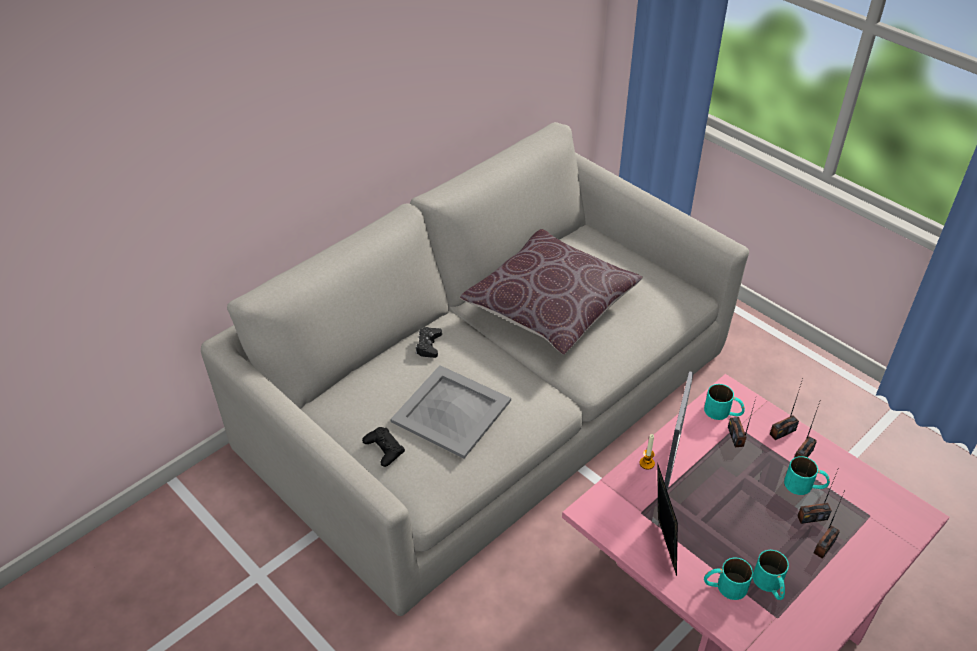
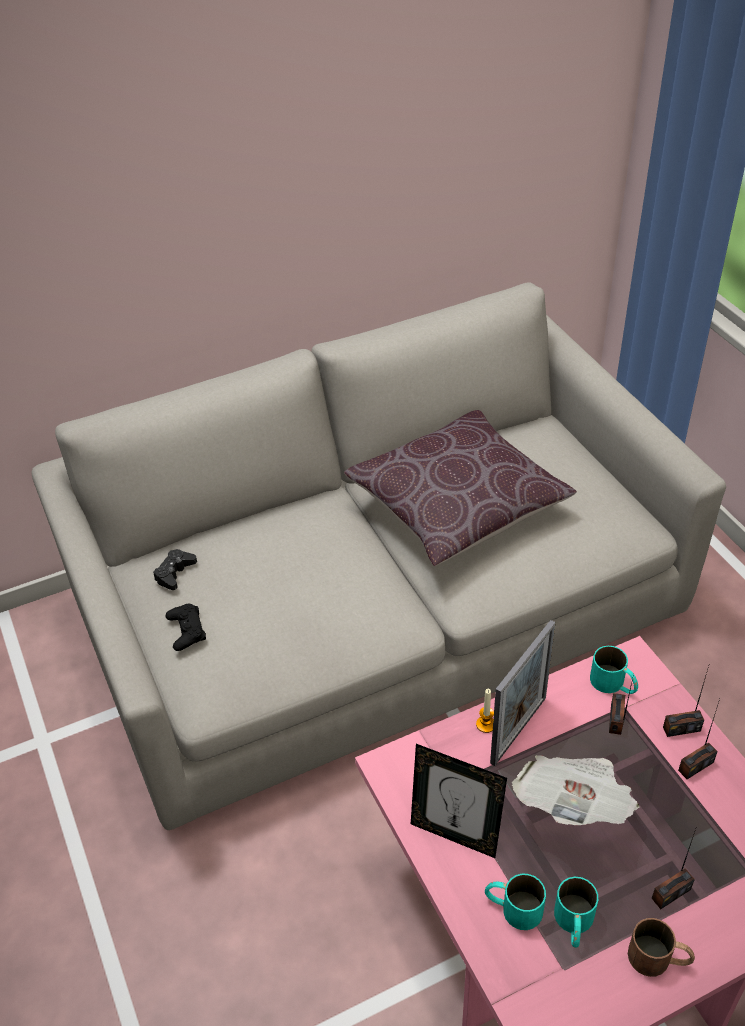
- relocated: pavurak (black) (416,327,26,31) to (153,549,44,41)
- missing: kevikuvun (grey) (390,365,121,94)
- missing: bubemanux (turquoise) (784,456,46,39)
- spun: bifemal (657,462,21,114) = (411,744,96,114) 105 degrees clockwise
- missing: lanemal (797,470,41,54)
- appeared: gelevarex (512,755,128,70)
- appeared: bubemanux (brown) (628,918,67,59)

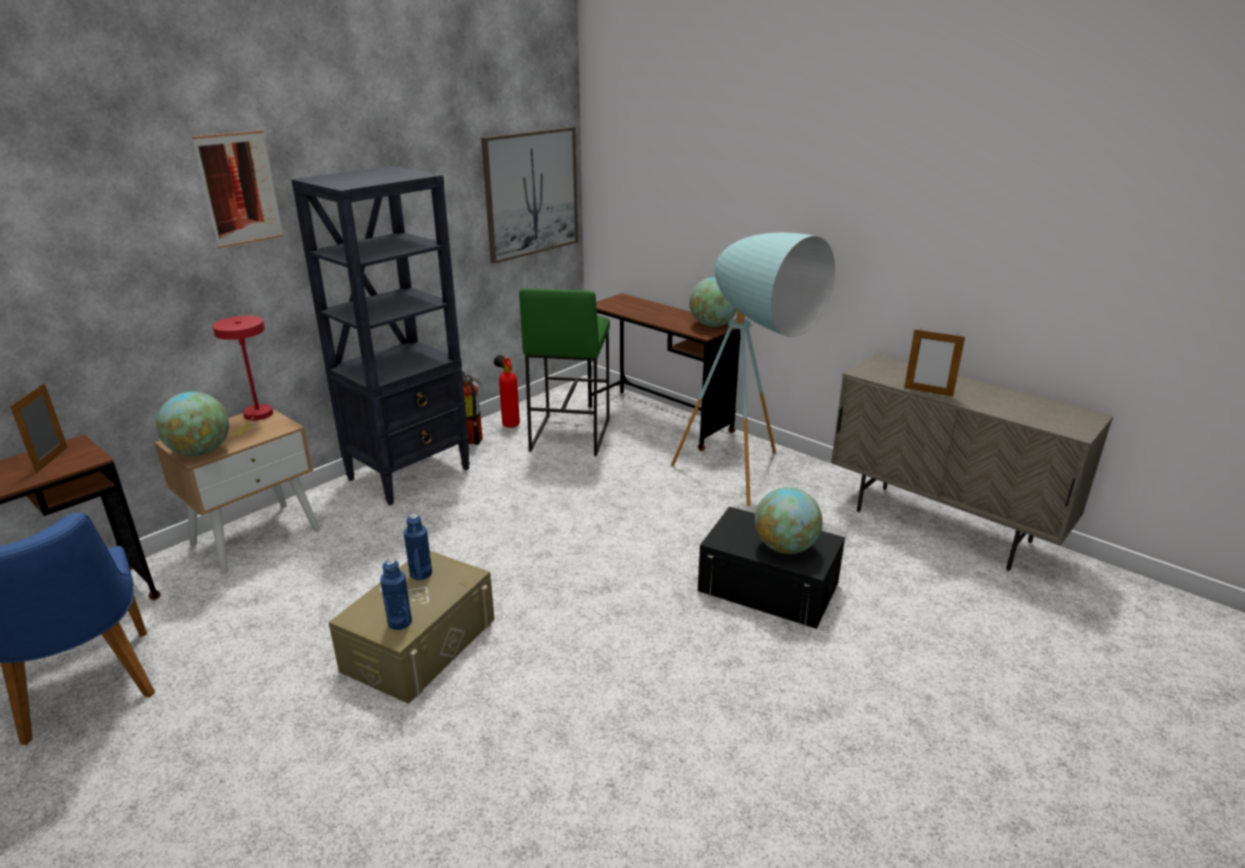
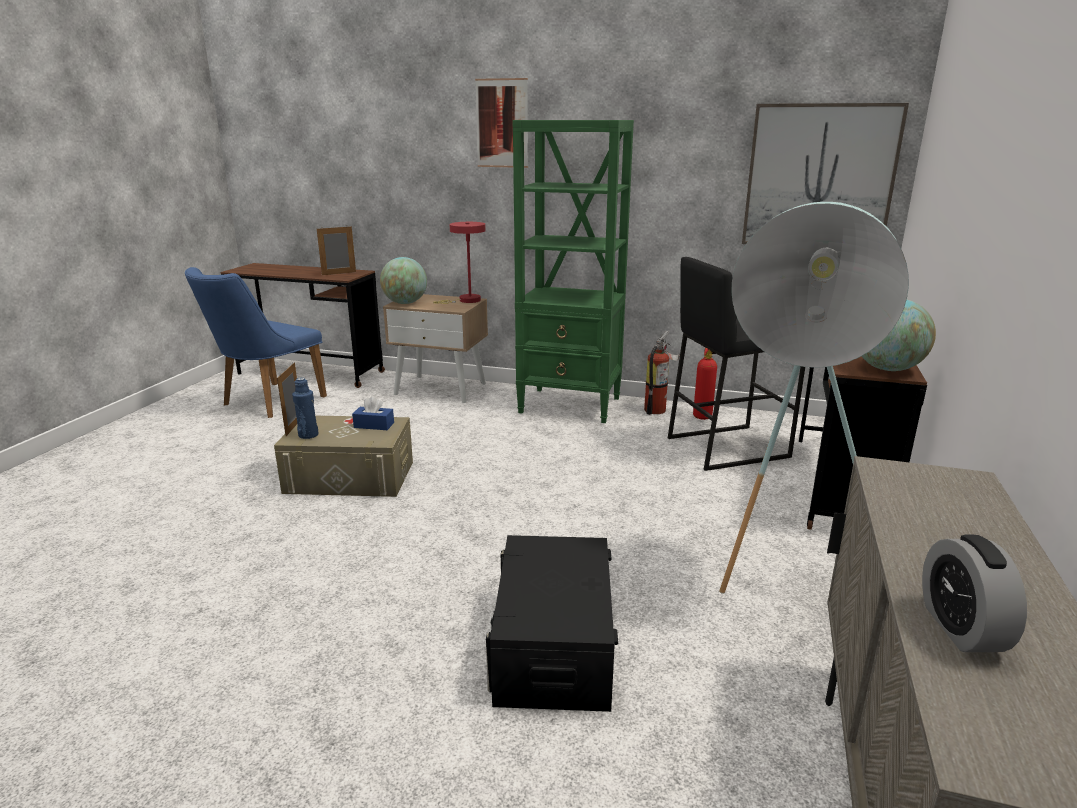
- colour: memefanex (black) (291,166,179,339) to memefanex (green) (512,120,122,303)
- colour: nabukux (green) (519,288,91,168) to nabukux (black) (668,257,137,214)
- relocated: bifemal (904,328,61,69) to (277,363,20,73)
- missing: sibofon (755,487,68,67)
- exchanged: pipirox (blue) (404,514,28,66) to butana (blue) (352,397,42,33)
- appeared: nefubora (922,535,105,117)

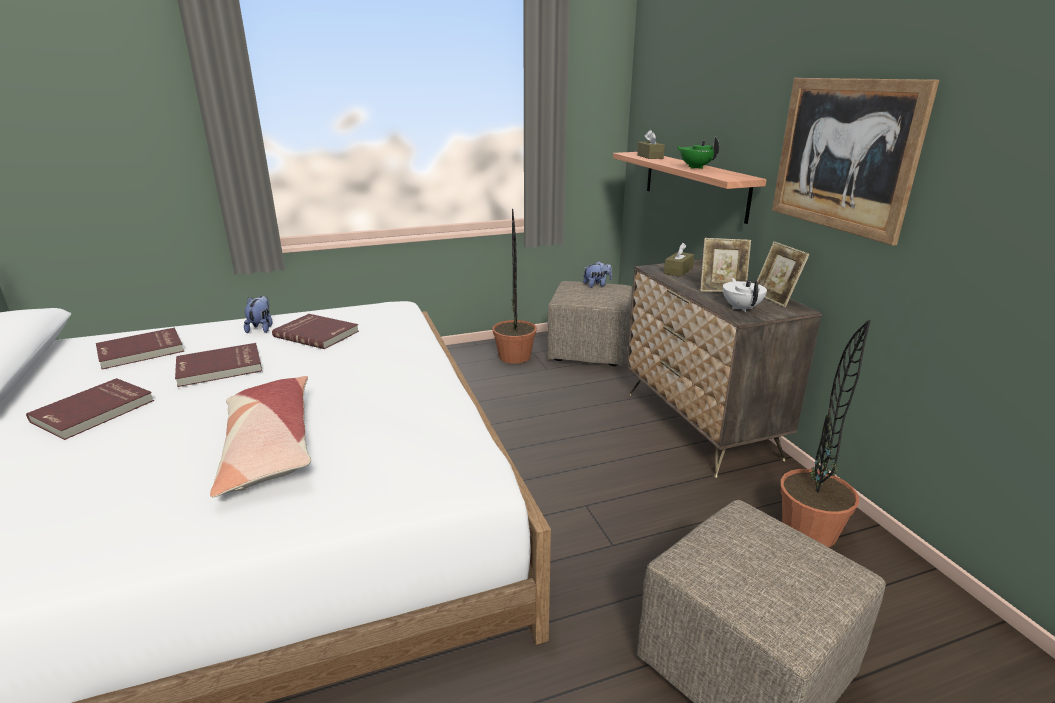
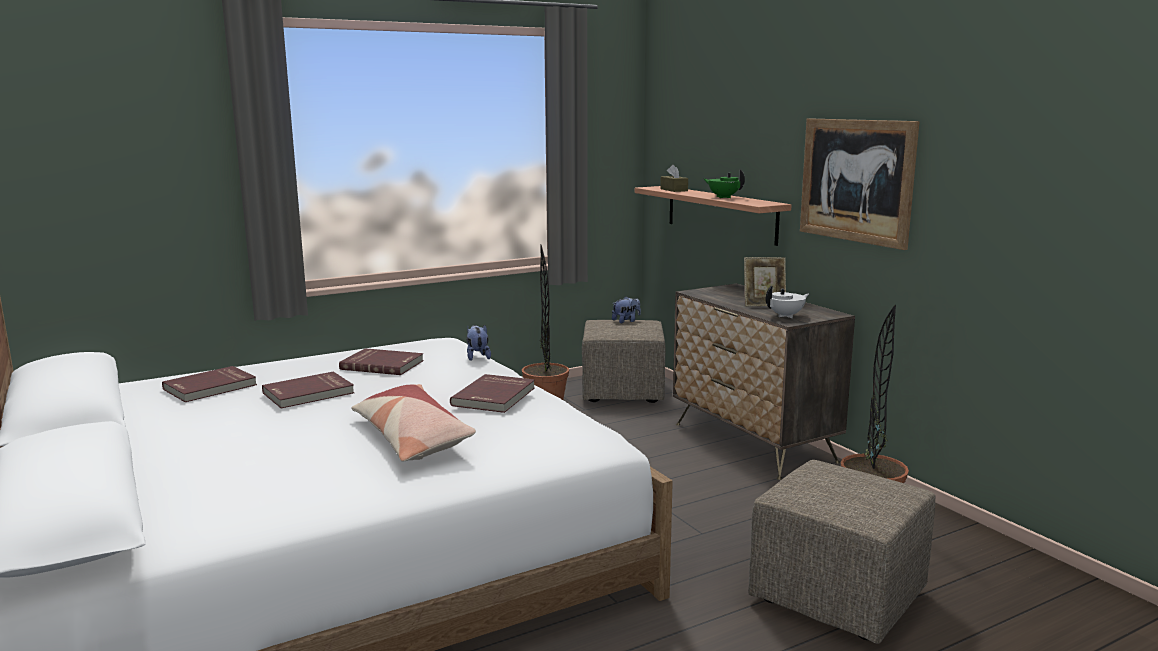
- missing: bifemal (757,241,53,66)
- missing: butana (brown) (664,243,30,34)
- spun: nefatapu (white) (723,278,44,34) = (766,286,43,32) 75 degrees clockwise
- relocated: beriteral (244,296,29,37) to (466,325,25,36)
- relocated: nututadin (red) (26,378,128,62) to (450,374,85,39)

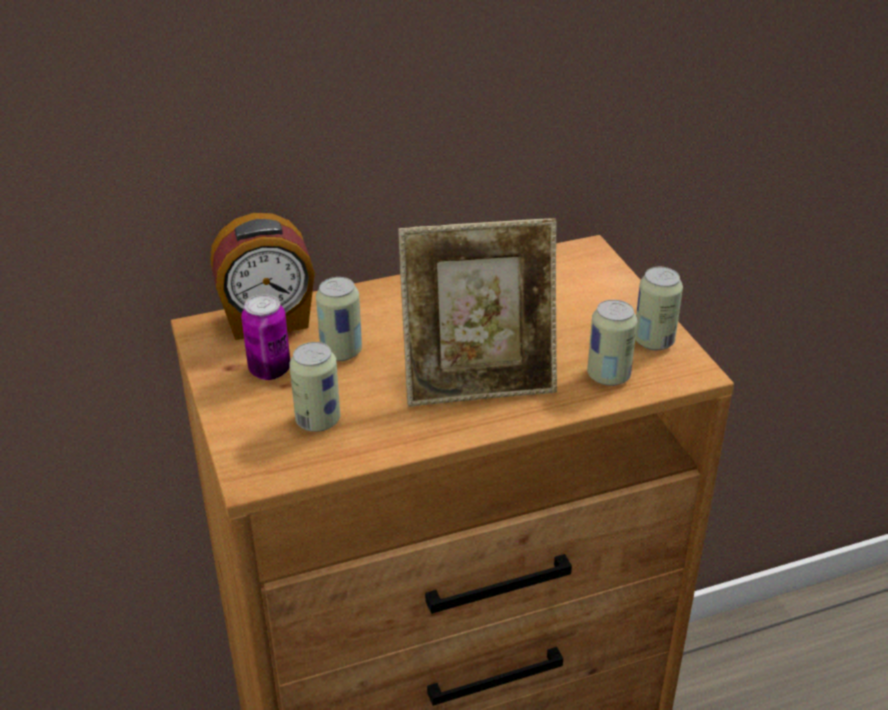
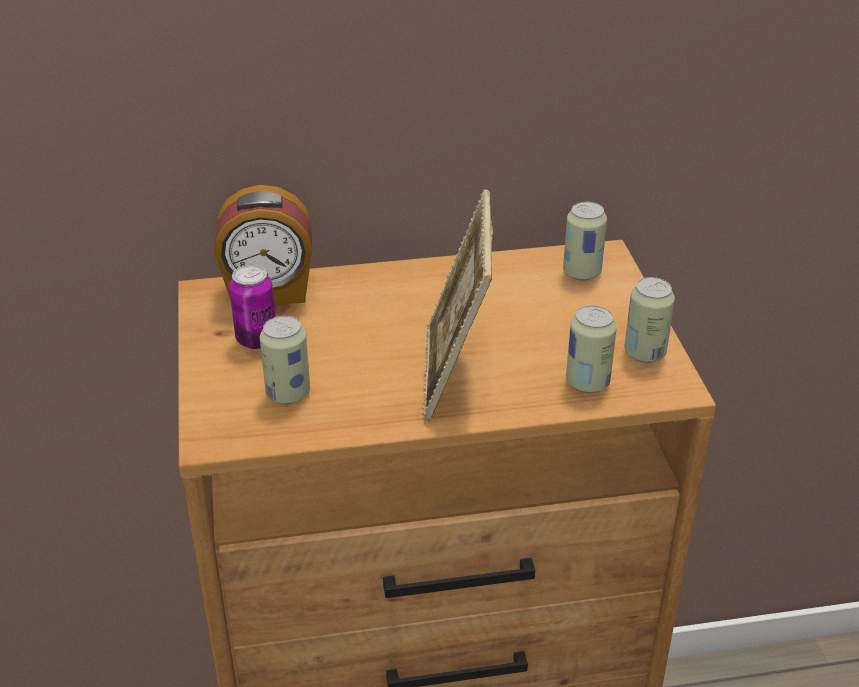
- spun: bifemal (398,218,159,189) = (422,189,71,232) 90 degrees clockwise
- relocated: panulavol (316,277,46,84) to (563,202,44,79)

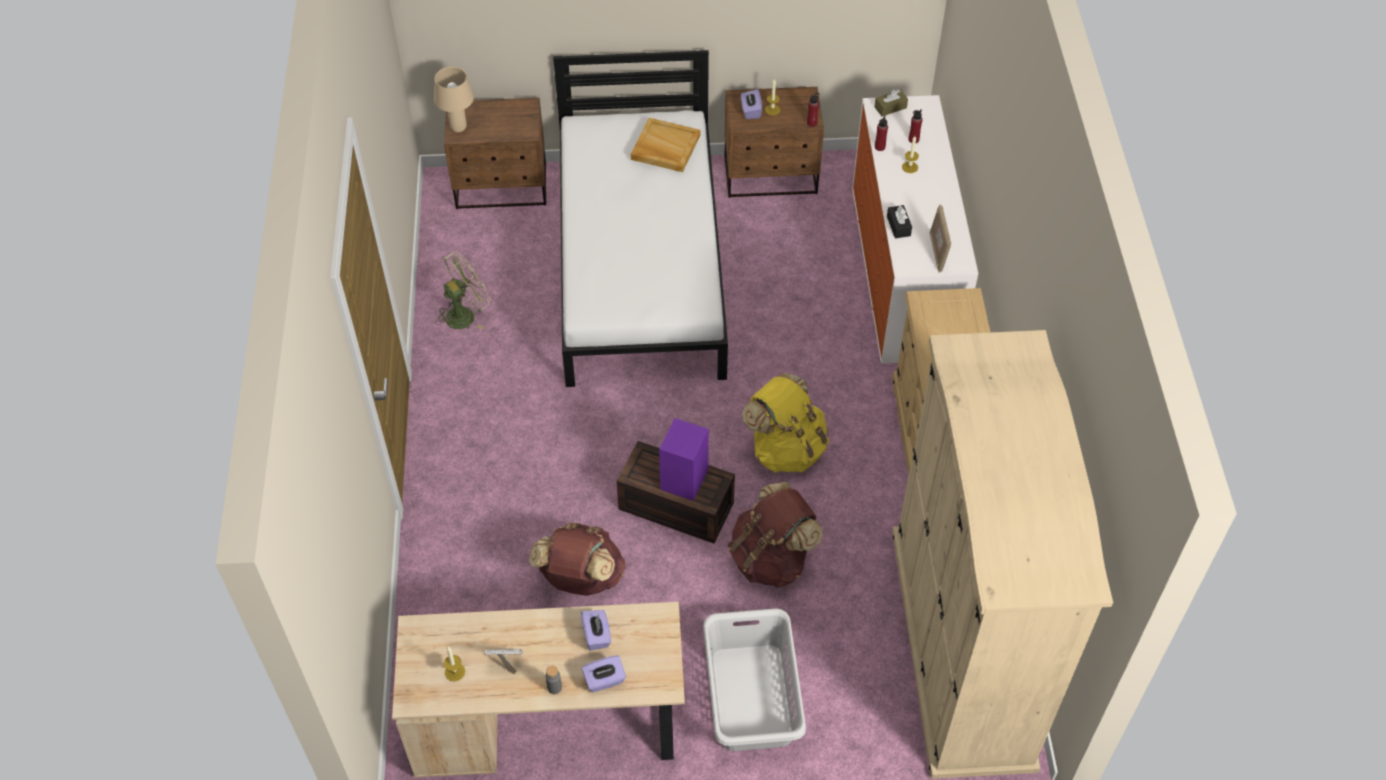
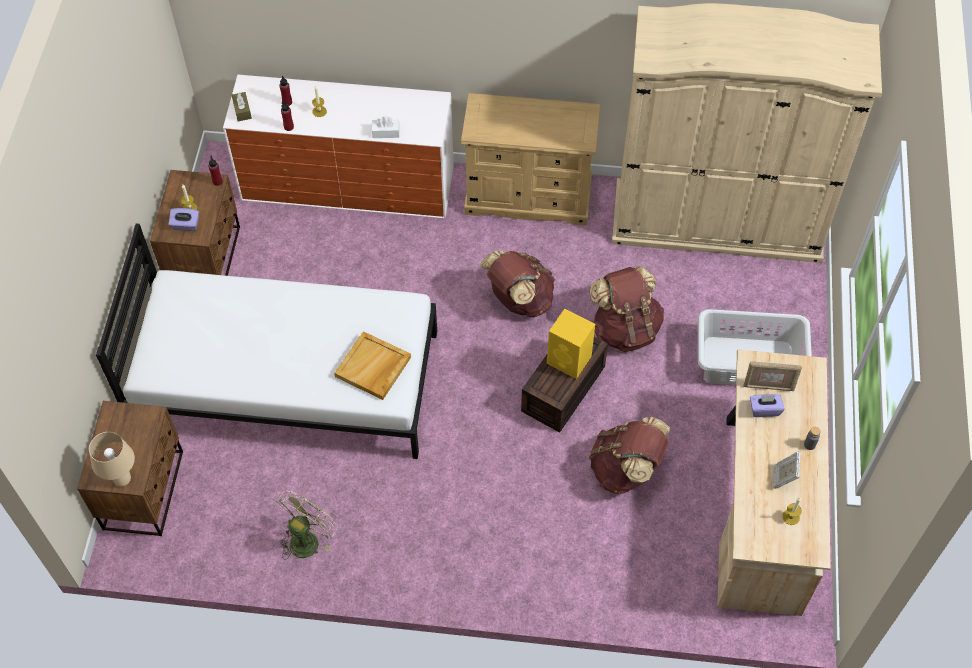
- relocated: kevikuvun (beige) (631,118,70,54) to (334,331,77,69)
- colour: butana (black) (887,205,25,33) to butana (white) (372,116,28,22)
- relocated: bifemal (930,205,21,68) to (743,361,59,30)
- spun: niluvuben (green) (436,252,55,78) = (276,490,62,70) 60 degrees clockwise
- colour: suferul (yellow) (742,372,88,101) to suferul (brown) (480,251,75,66)
- colour: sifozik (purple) (659,418,50,83) to sifozik (yellow) (547,309,48,70)
- missing: butana (purple) (582,655,44,37)

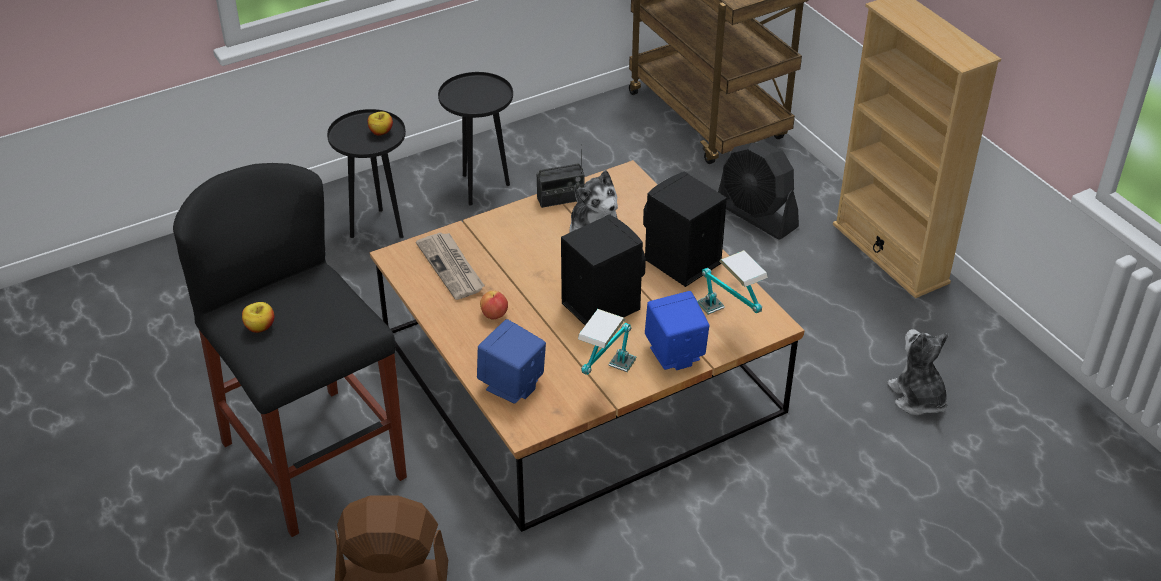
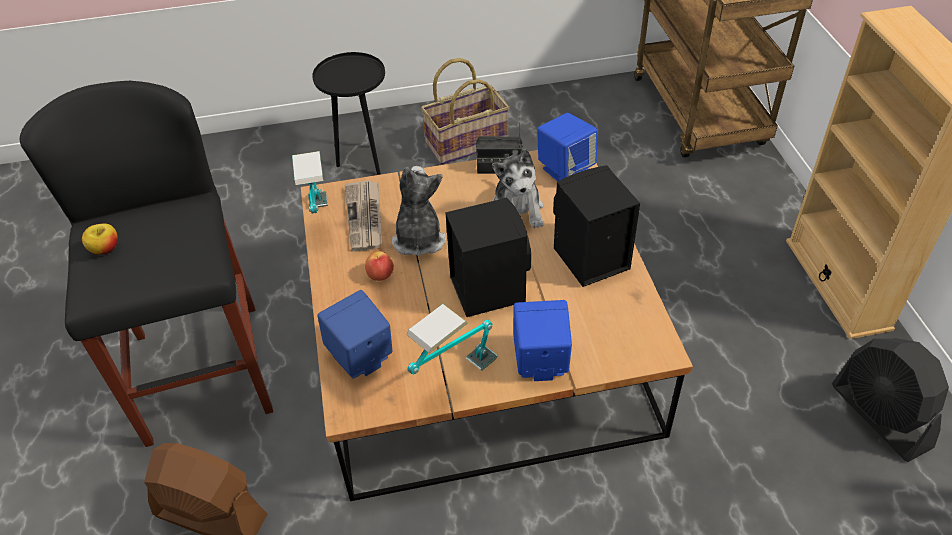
- exchanged: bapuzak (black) (438,72,75,134) to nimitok (421,58,89,107)
- missing: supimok (368,111,25,25)
- relocated: niluvuben (black) (718,142,81,98) to (832,338,117,124)
- relocated: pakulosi (697,250,71,65) to (292,151,36,62)
- relocated: beriteral (887,329,61,86) to (392,166,54,90)
- appeared: sifozik (blue) (537,113,60,68)

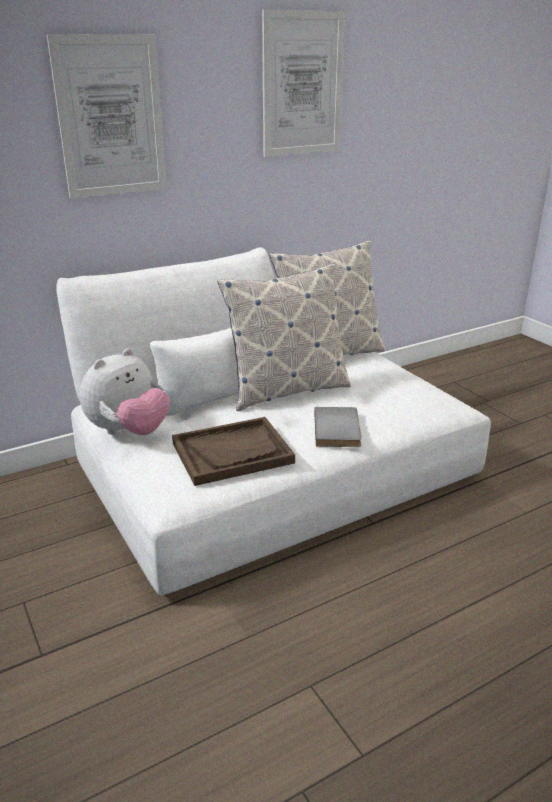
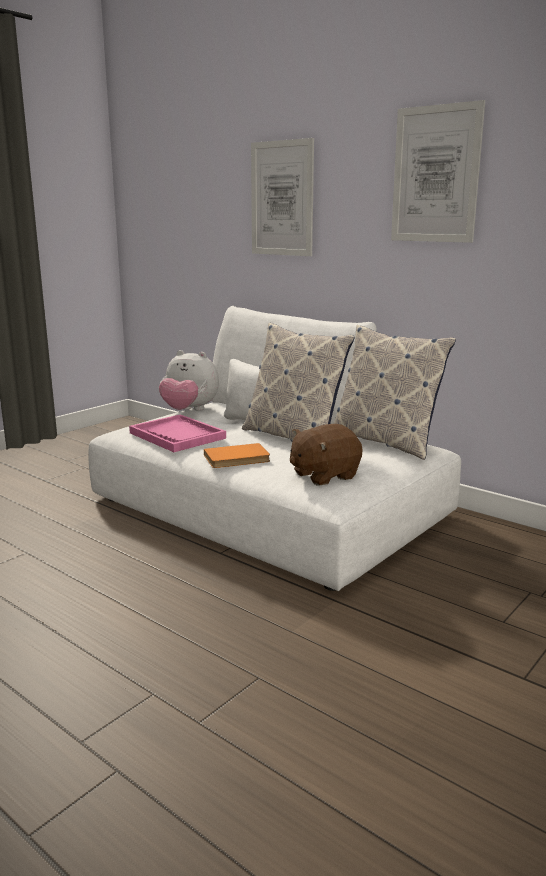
- colour: nututadin (grey) (314,407,47,40) to nututadin (orange) (204,443,66,25)
- colour: kevikuvun (brown) (172,417,123,69) to kevikuvun (pink) (129,414,97,38)
- appeared: beriteral (brown) (290,424,73,61)

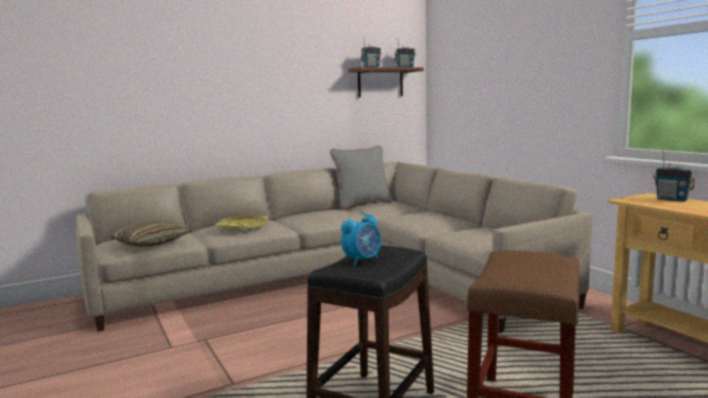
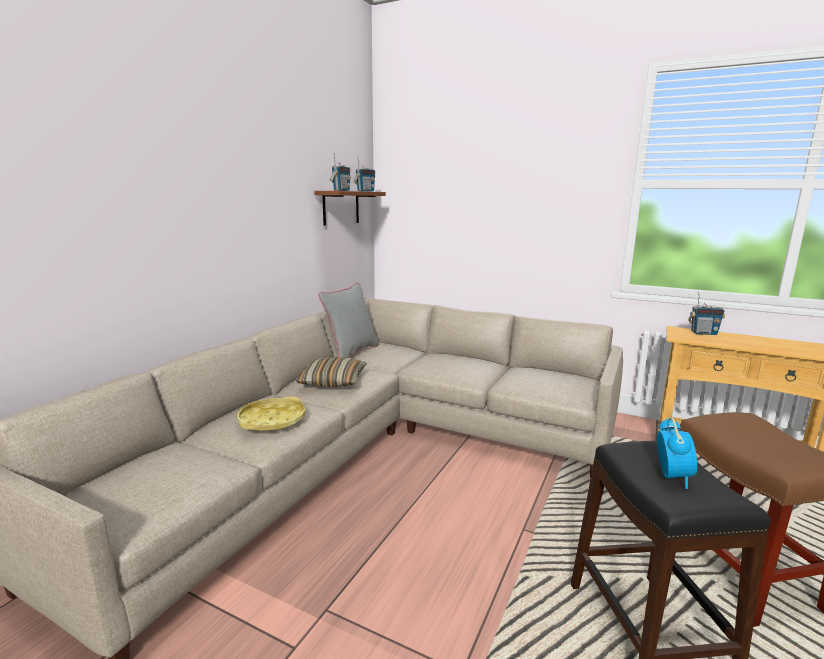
- relocated: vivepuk (109,221,81,26) to (295,357,72,30)

